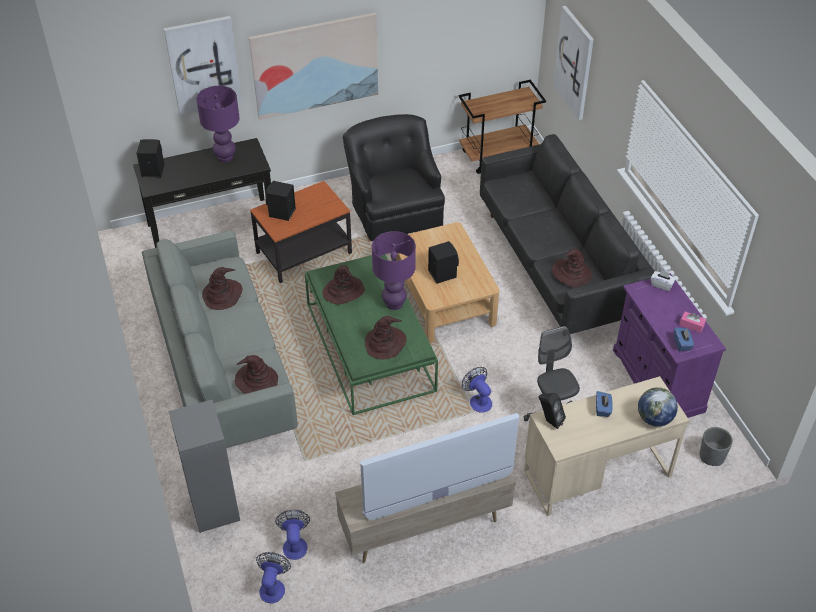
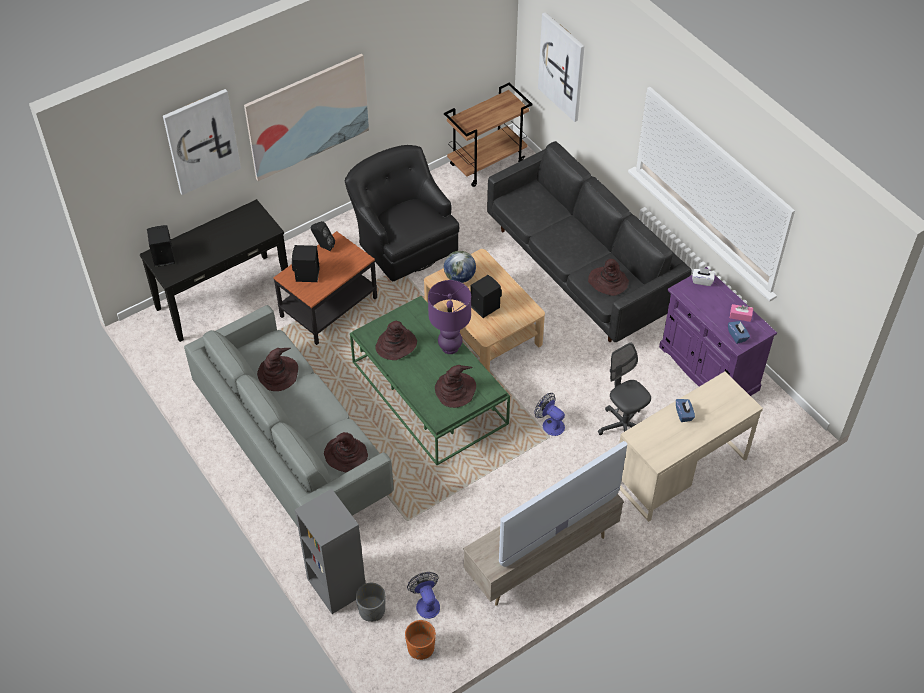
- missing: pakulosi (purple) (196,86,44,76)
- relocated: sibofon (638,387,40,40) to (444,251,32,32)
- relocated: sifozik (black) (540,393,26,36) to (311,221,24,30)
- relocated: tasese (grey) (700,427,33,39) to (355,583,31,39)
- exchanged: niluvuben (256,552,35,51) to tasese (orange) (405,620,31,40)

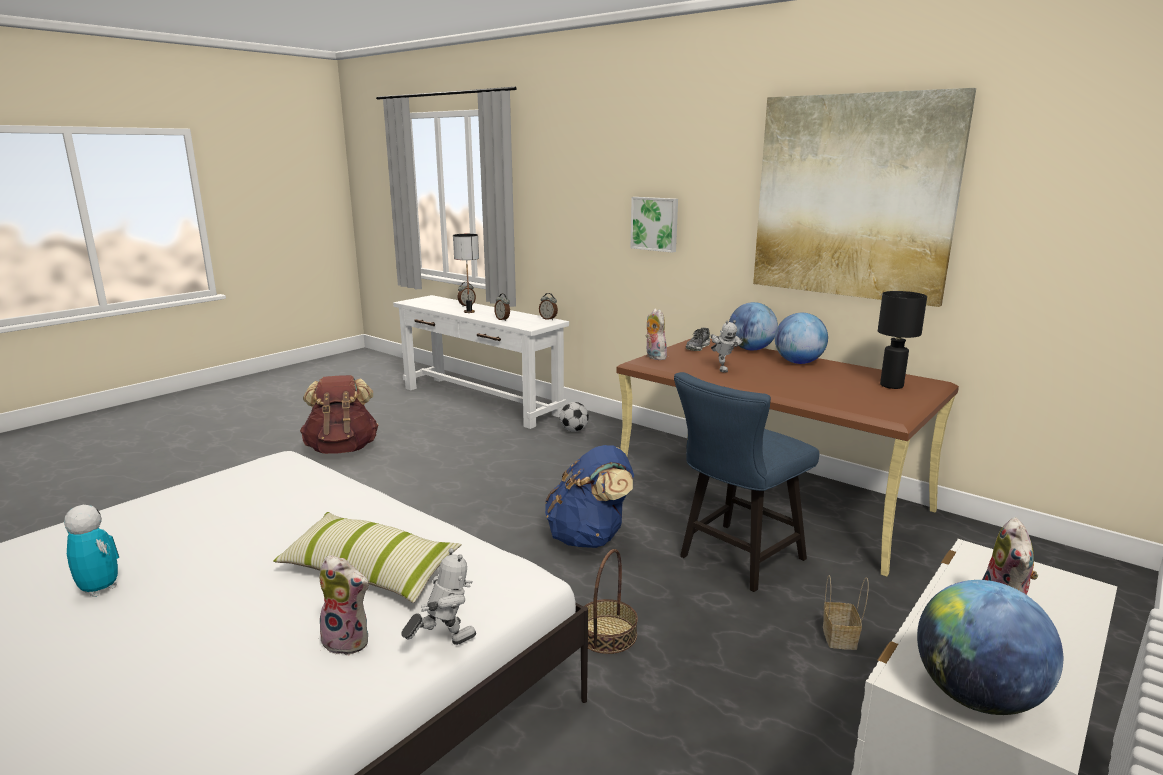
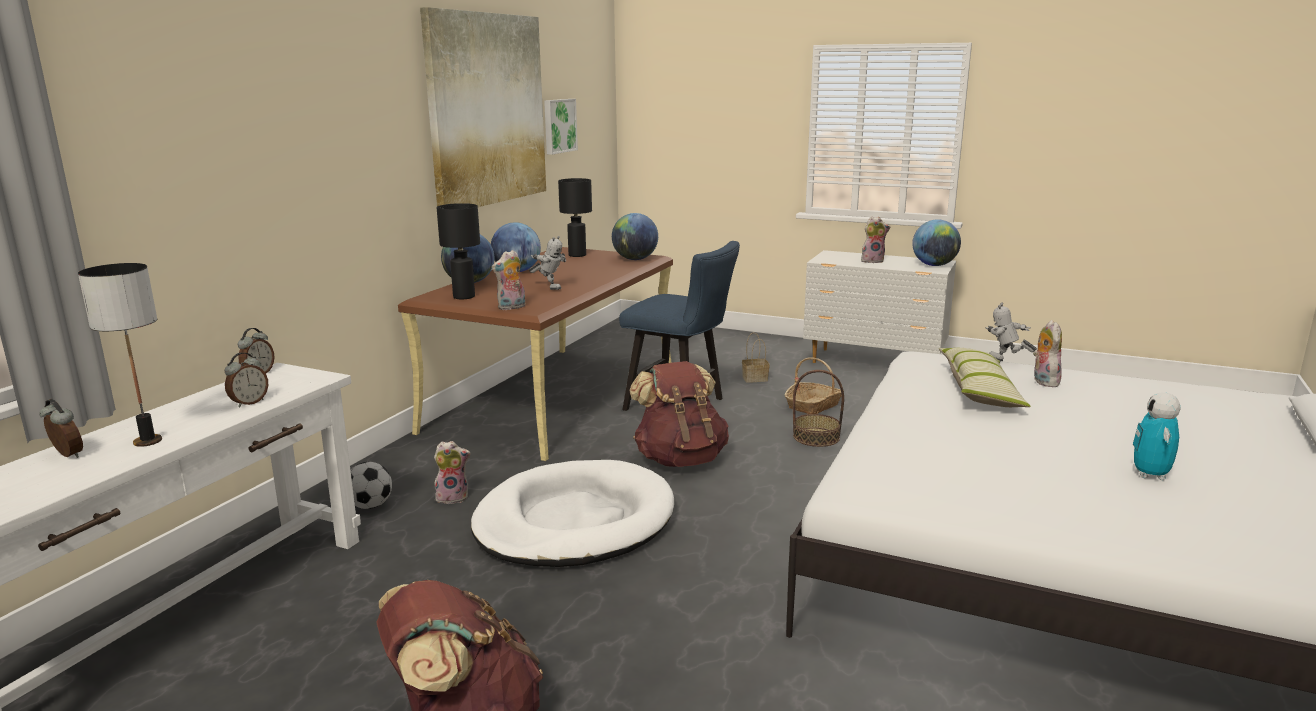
- relocated: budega (631,197,47,56) to (544,99,34,56)
- spun: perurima (710,320,33,52) = (529,236,37,54) 60 degrees clockwise
- exchanged: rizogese (686,328,24,23) to pakulosi (black) (436,203,44,96)
- colour: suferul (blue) (545,445,89,103) to suferul (brown) (629,361,100,106)
- appeared: sibofon (612,213,46,47)
- appeared: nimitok (785,357,56,57)
- appeared: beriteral (434,441,37,63)
- appeared: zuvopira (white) (471,460,203,107)

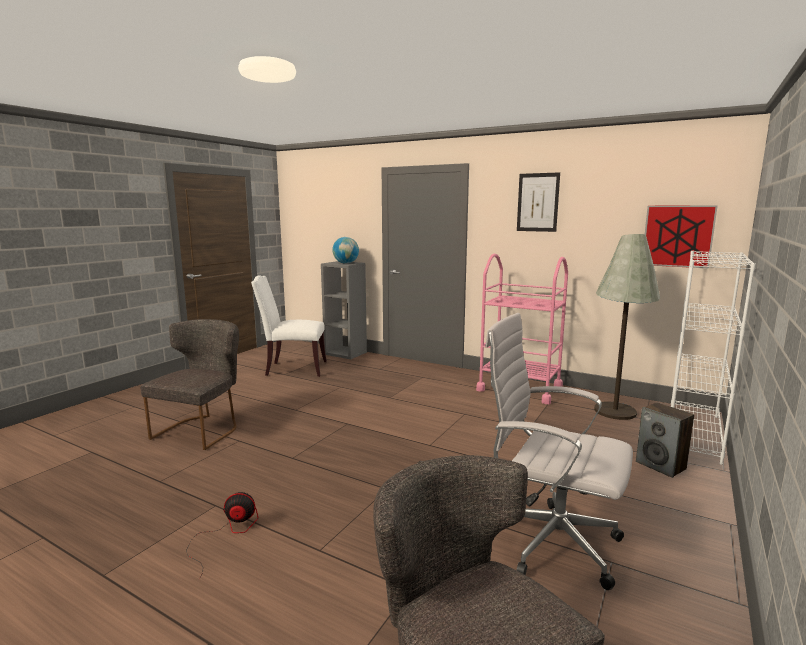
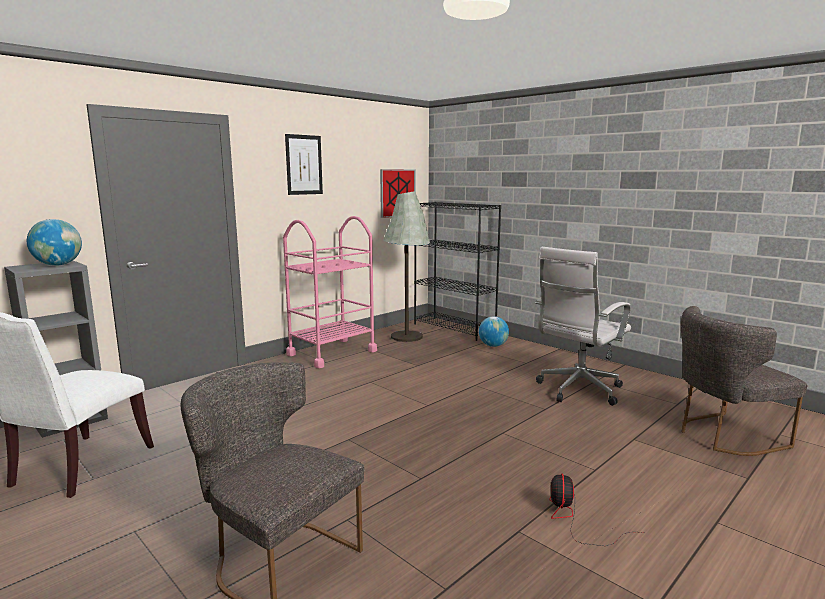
- colour: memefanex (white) (671,251,85,214) to memefanex (black) (414,202,87,139)
- exchanged: sifozik (636,402,58,76) to sibofon (479,316,30,31)

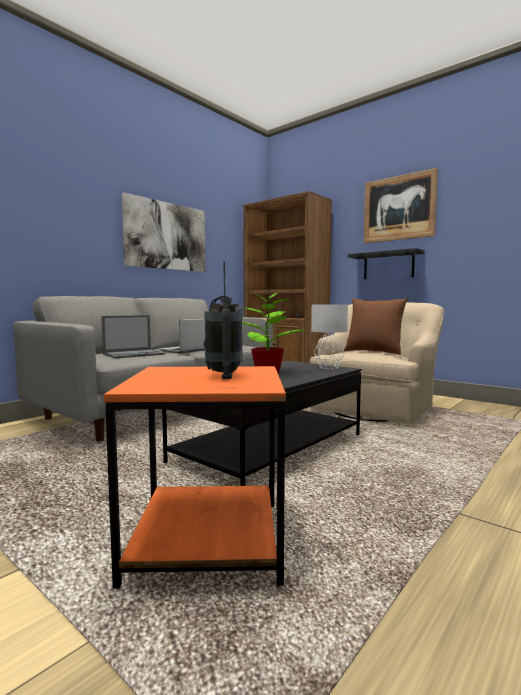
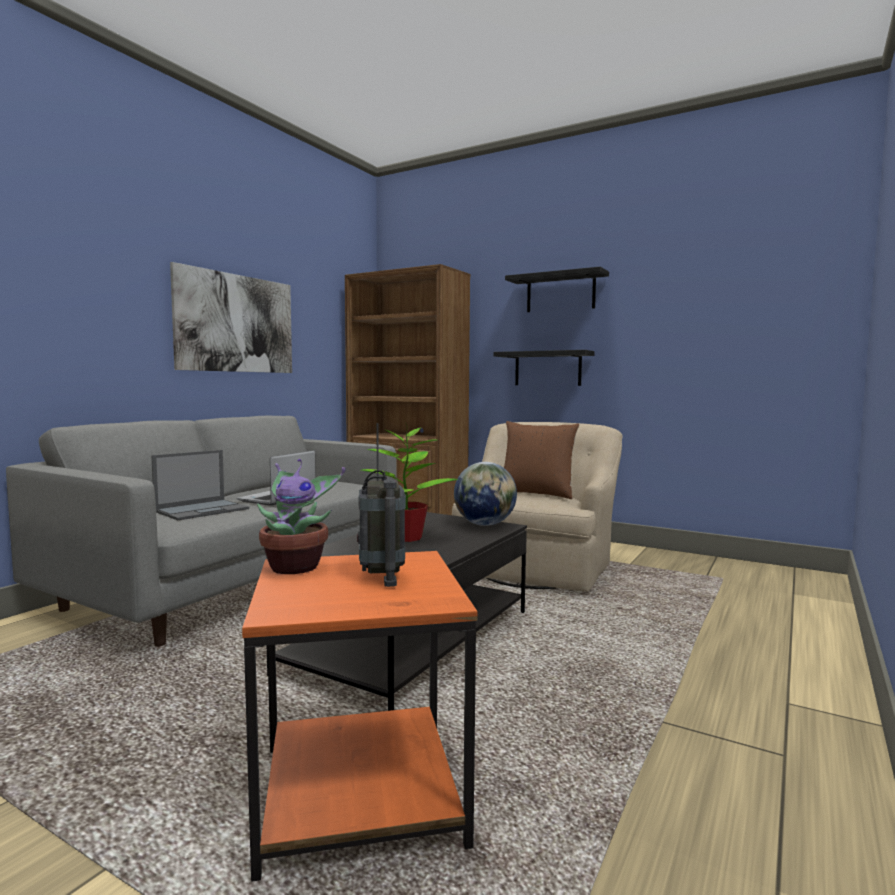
- exchanged: budega (364,168,74,75) to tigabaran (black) (505,267,104,45)
- exchanged: pakulosi (grey) (311,305,37,64) to sibofon (454,462,63,64)
- appeared: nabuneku (257,459,88,115)

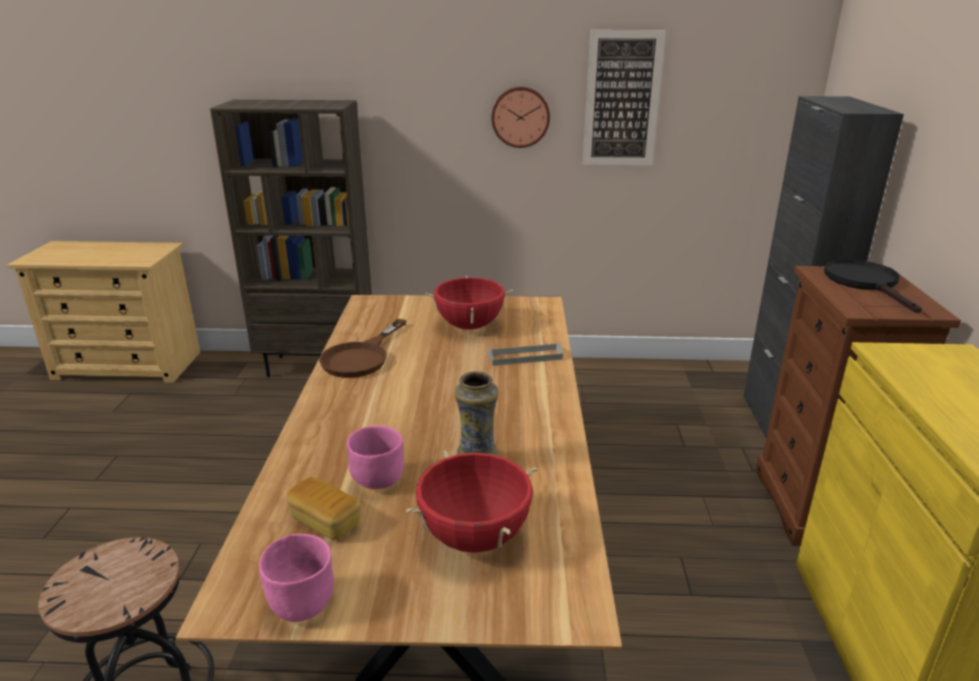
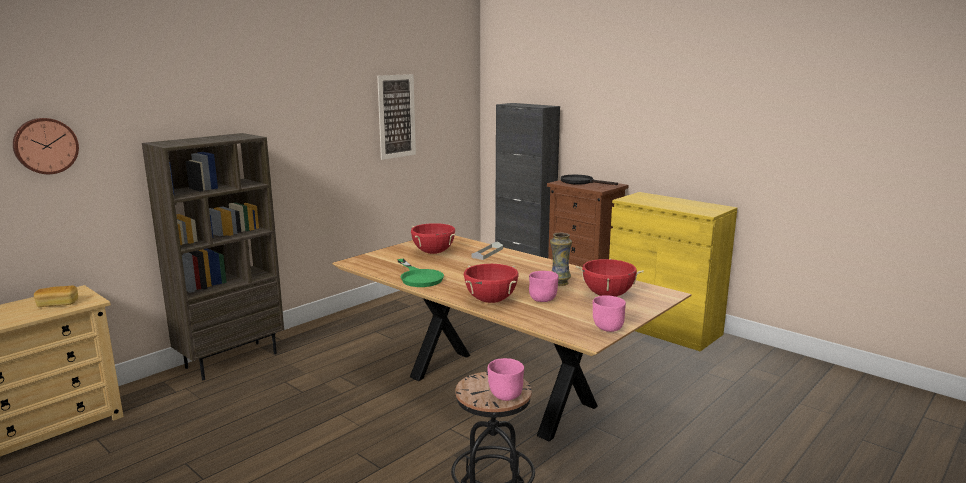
- relocated: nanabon (491,87,59,61) to (13,118,66,56)
- colour: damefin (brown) (319,319,88,59) to damefin (green) (397,259,47,28)
- relocated: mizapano (286,477,75,63) to (34,285,44,22)
- appeared: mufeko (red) (464,264,55,39)
- appeared: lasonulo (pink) (488,358,36,43)

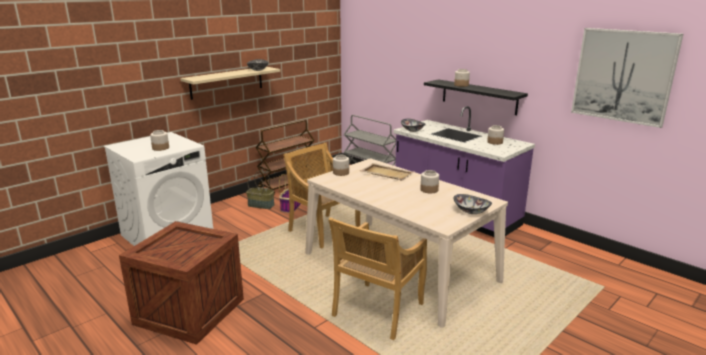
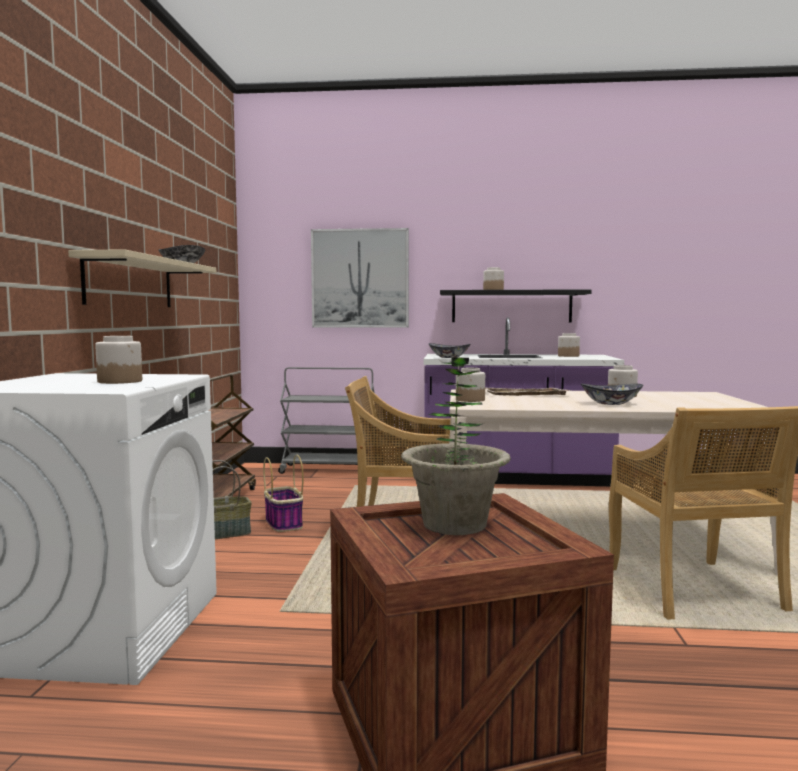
- relocated: budega (571,28,112,100) to (311,228,98,100)
- relocated: lasonulo (453,194,39,20) to (581,384,62,21)
- appeared: nabuneku (401,357,110,178)

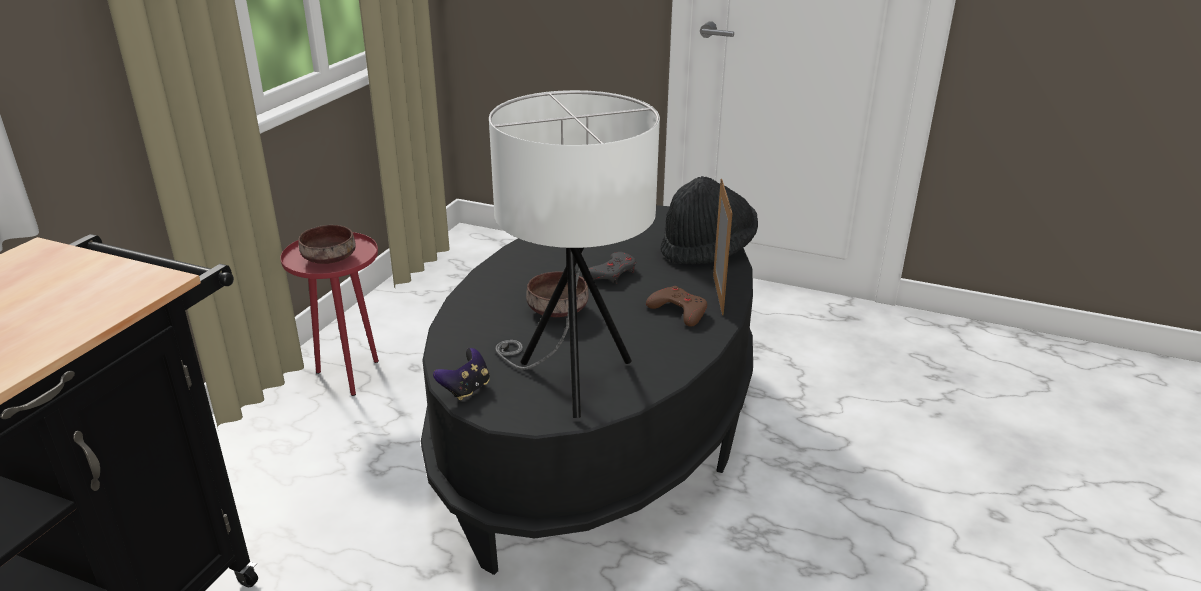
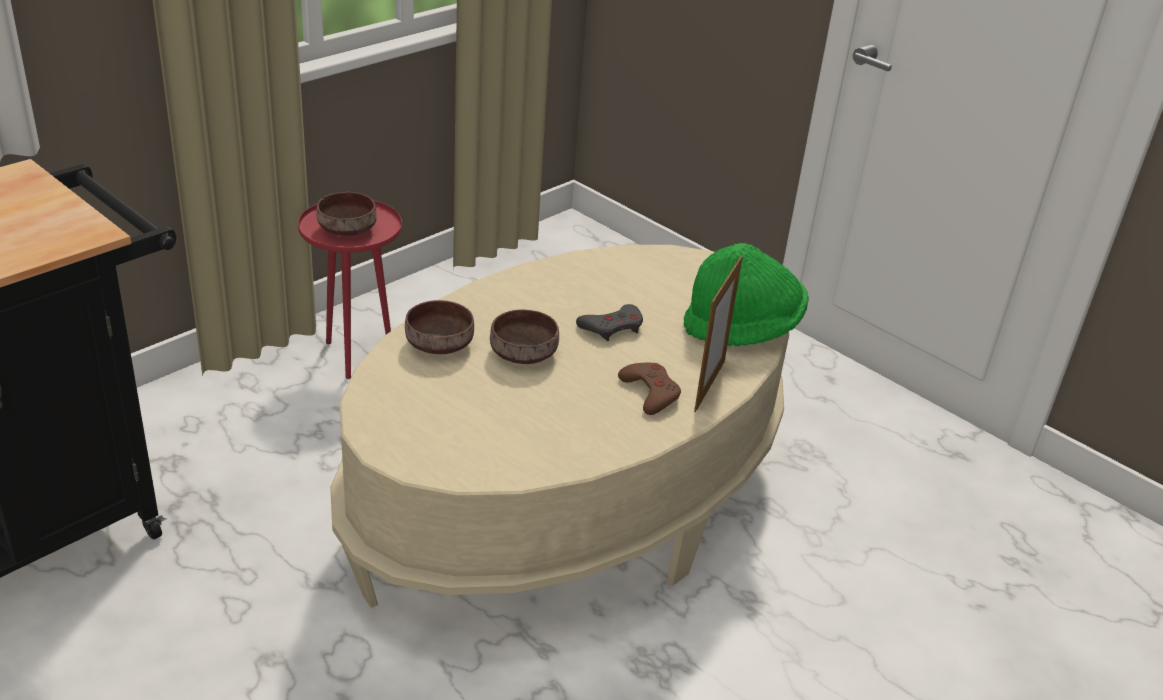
- missing: pakulosi (white) (489,90,171,328)
- colour: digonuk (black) (660,176,98,88) to digonuk (green) (684,243,125,103)
- colour: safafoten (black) (421,205,332,370) to safafoten (beige) (330,245,459,363)
- missing: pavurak (433,348,57,52)
- appeared: lasonulo (brown) (405,300,69,54)

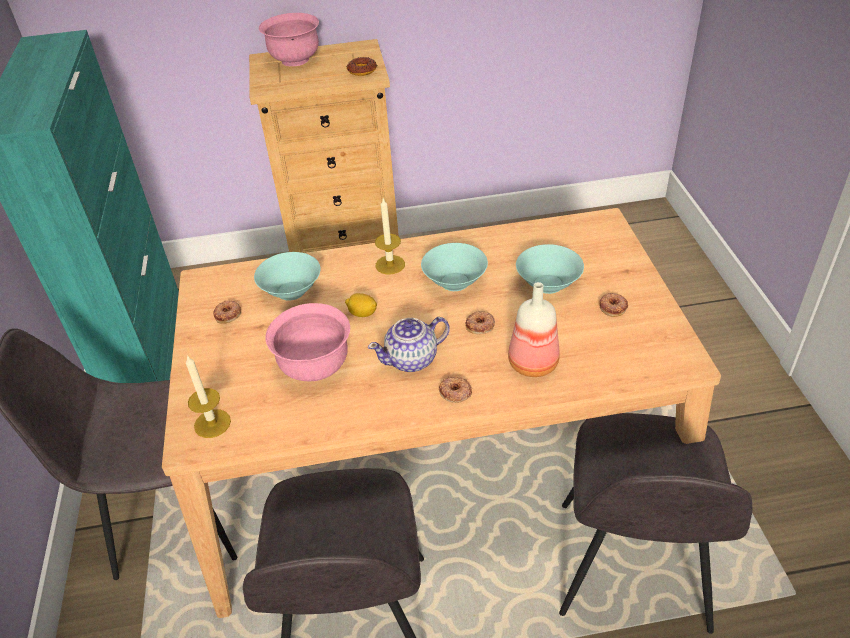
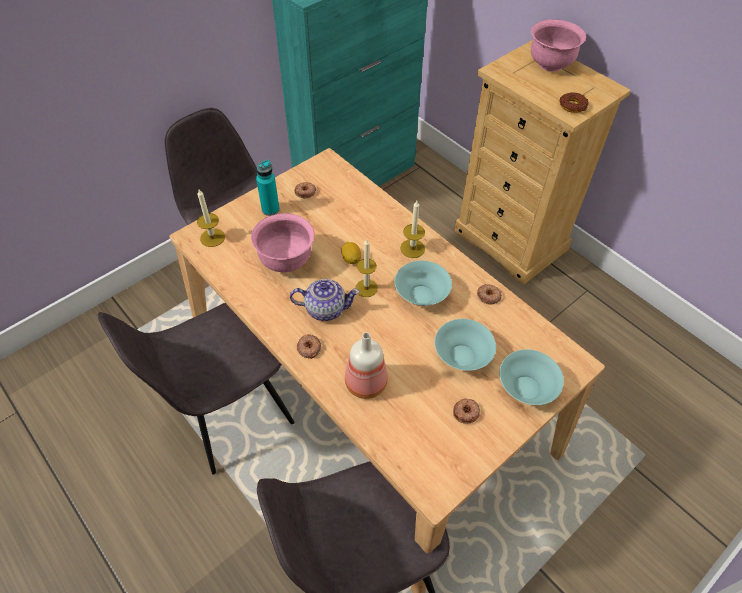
- relocated: lasonulo (turquoise) (254,252,67,48) to (499,349,65,56)
- relocated: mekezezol (466,311,29,23) to (477,284,25,21)
- spun: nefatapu (368,317,82,55) = (290,279,70,42) 150 degrees clockwise
- appeared: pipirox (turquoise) (256,160,24,56)
- appeared: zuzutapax (355,239,23,58)

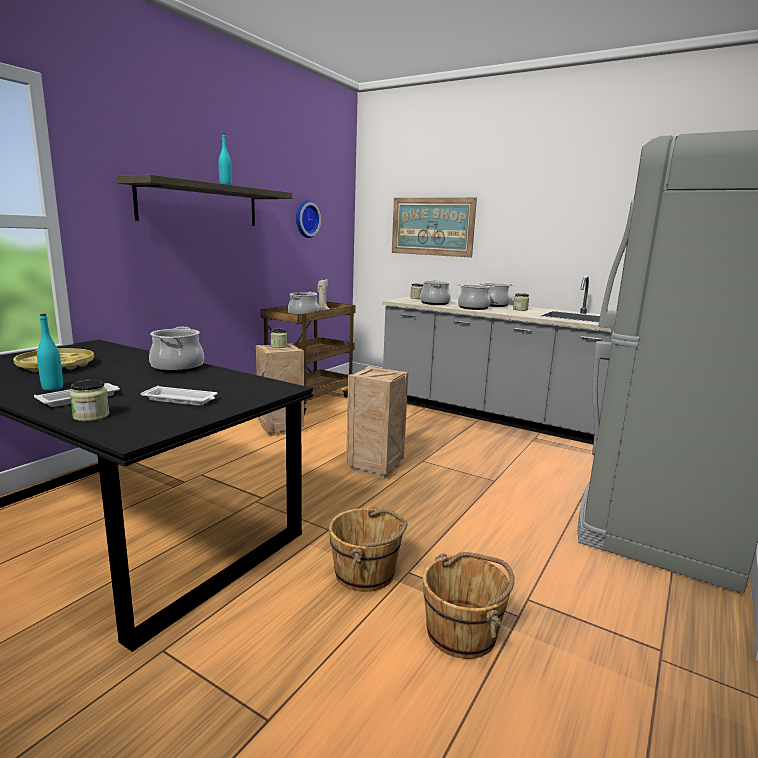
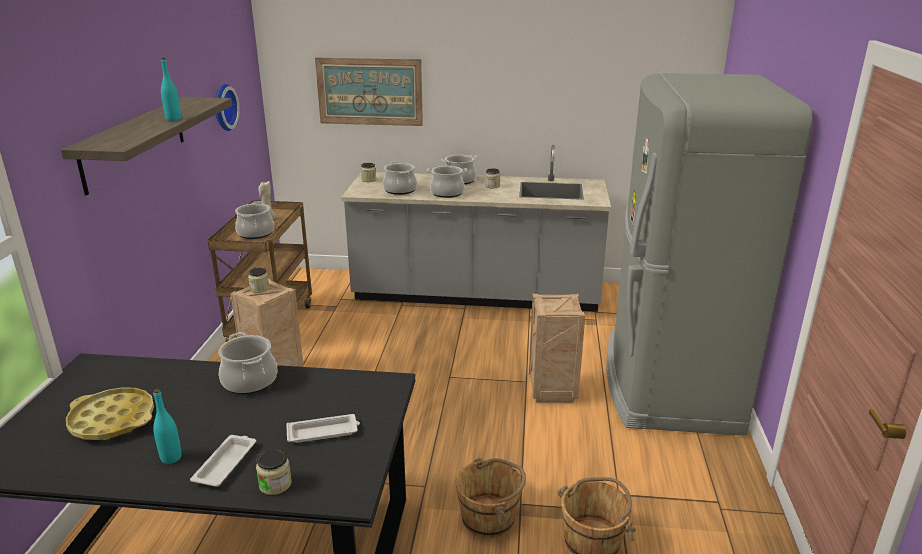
- relocated: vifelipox (346,366,62,113) to (529,294,56,109)

